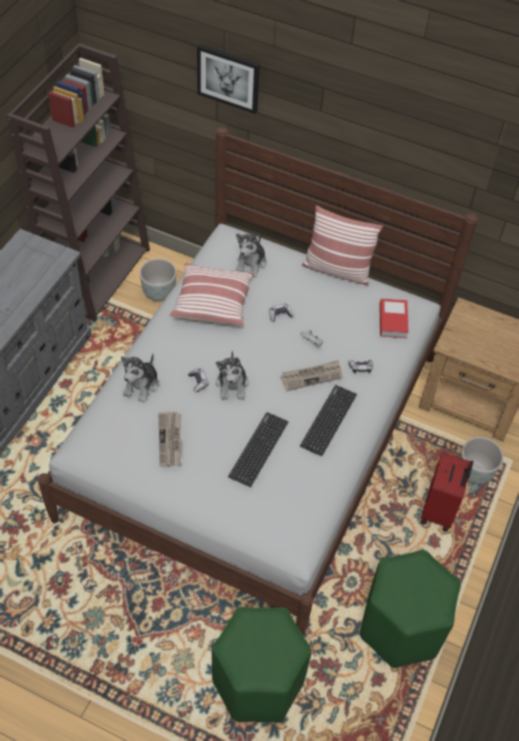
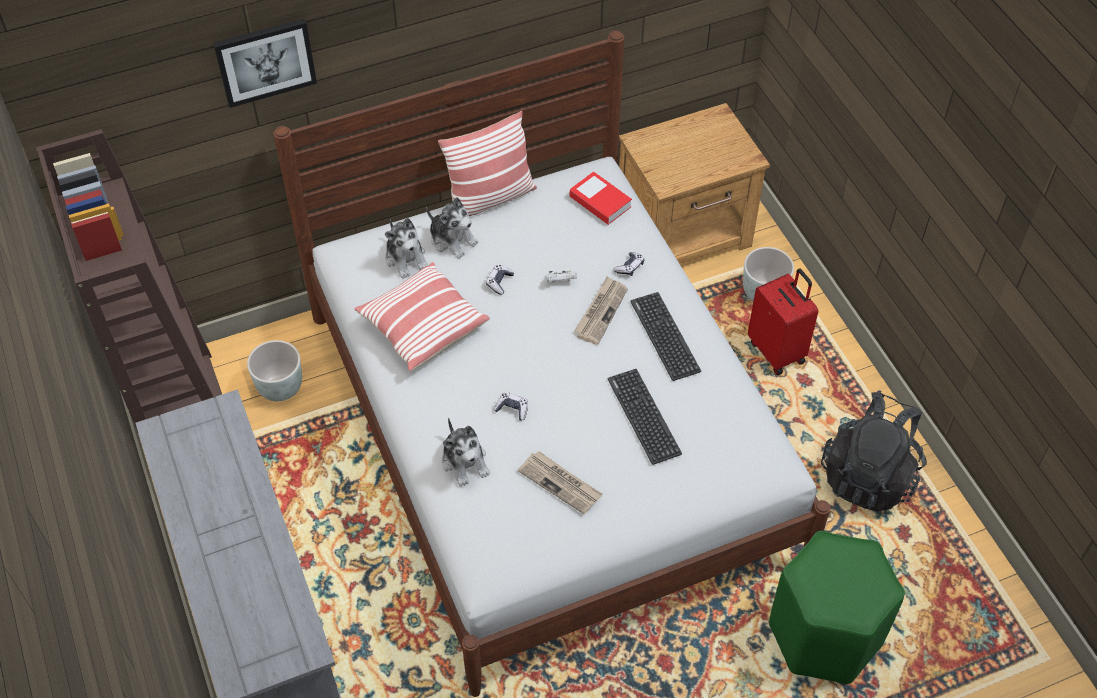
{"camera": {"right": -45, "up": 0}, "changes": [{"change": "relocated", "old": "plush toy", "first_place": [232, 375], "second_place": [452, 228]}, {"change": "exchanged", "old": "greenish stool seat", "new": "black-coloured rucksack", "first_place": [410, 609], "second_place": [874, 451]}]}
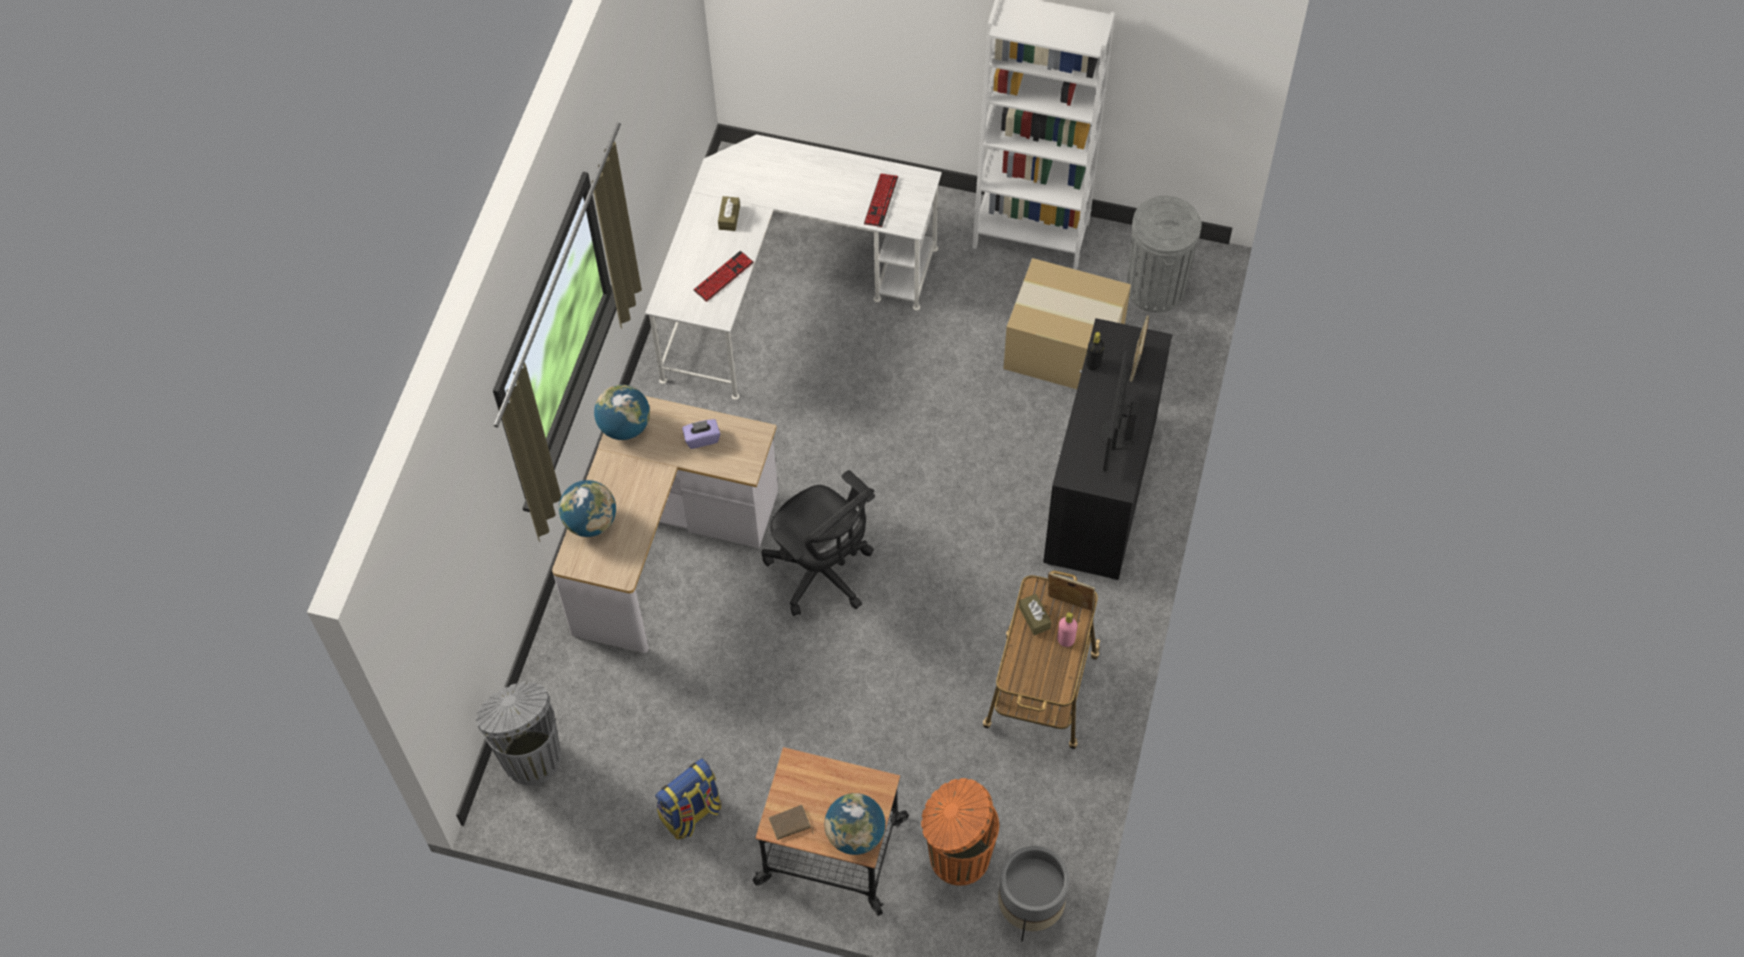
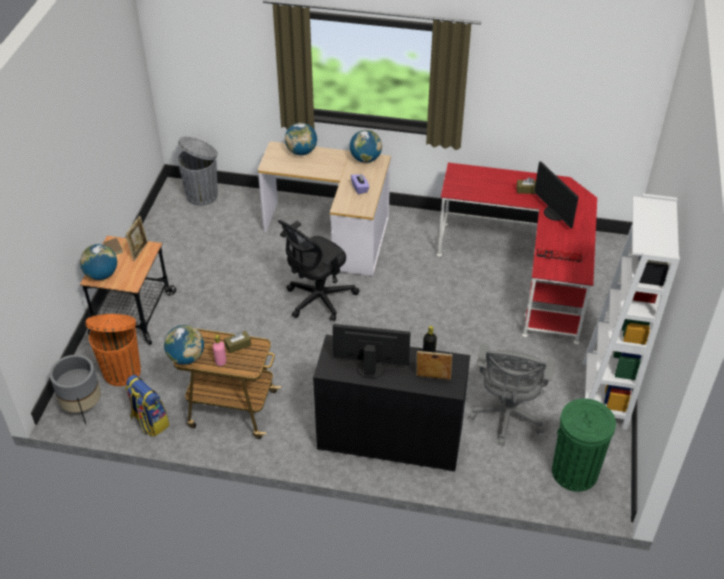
{"camera": {"right": 85, "up": -15}, "changes": [{"change": "colour", "old": "whitish desk unit", "new": "red desk unit", "first_place": [793, 267], "second_place": [517, 253]}, {"change": "relocated", "old": "rucksack", "first_place": [688, 798], "second_place": [147, 406]}, {"change": "missing", "old": "computer keyboard", "first_place": [723, 276]}, {"change": "exchanged", "old": "cardboard box", "new": "greyish desk chair", "first_place": [1067, 323], "second_place": [512, 395]}, {"change": "relocated", "old": "picture frame", "first_place": [1071, 591], "second_place": [137, 238]}, {"change": "colour", "old": "greyish waste bin", "new": "greenish waste bin", "first_place": [1164, 254], "second_place": [584, 445]}, {"change": "appeared", "new": "globe", "second_place": [184, 345]}, {"change": "appeared", "new": "monitor", "second_place": [556, 194]}]}
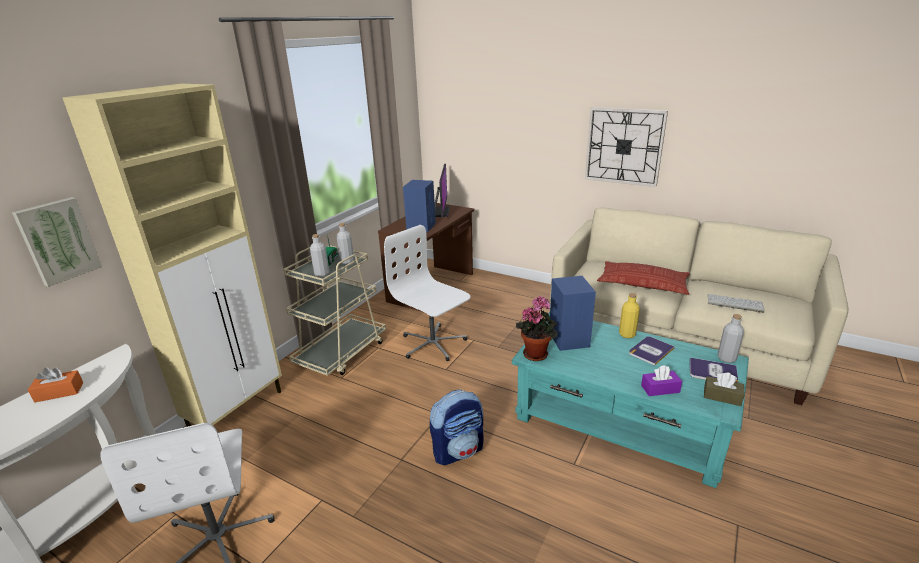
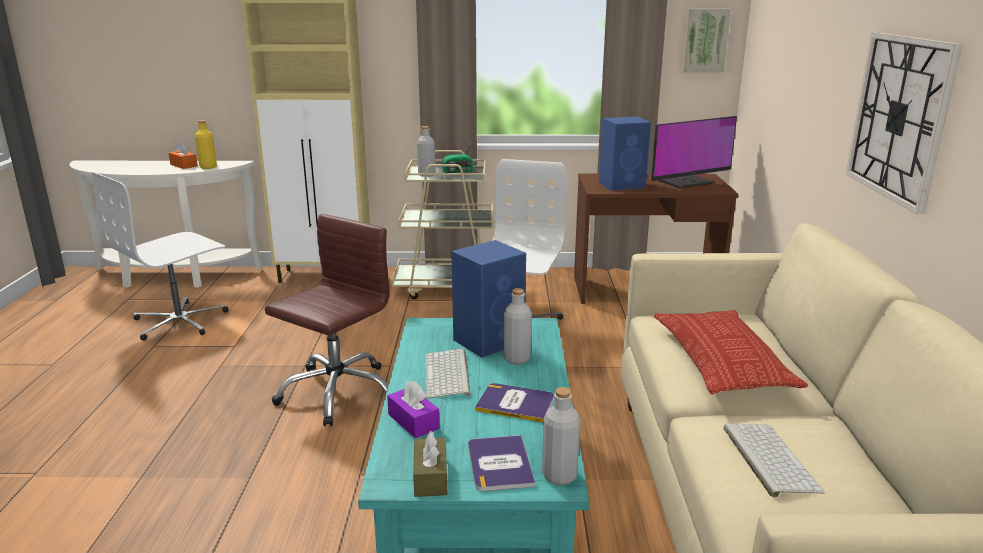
{"camera": {"right": 60, "up": -5}, "changes": [{"change": "relocated", "old": "wall art", "first_place": [57, 242], "second_place": [706, 41]}, {"change": "relocated", "old": "greyish drink bottle", "first_place": [345, 243], "second_place": [517, 326]}, {"change": "exchanged", "old": "rucksack", "new": "brown desk chair", "first_place": [456, 427], "second_place": [327, 320]}, {"change": "missing", "old": "potted plant", "first_place": [537, 329]}, {"change": "relocated", "old": "yellow-coloured drink bottle", "first_place": [629, 315], "second_place": [206, 144]}, {"change": "appeared", "new": "computer keyboard", "second_place": [448, 374]}]}
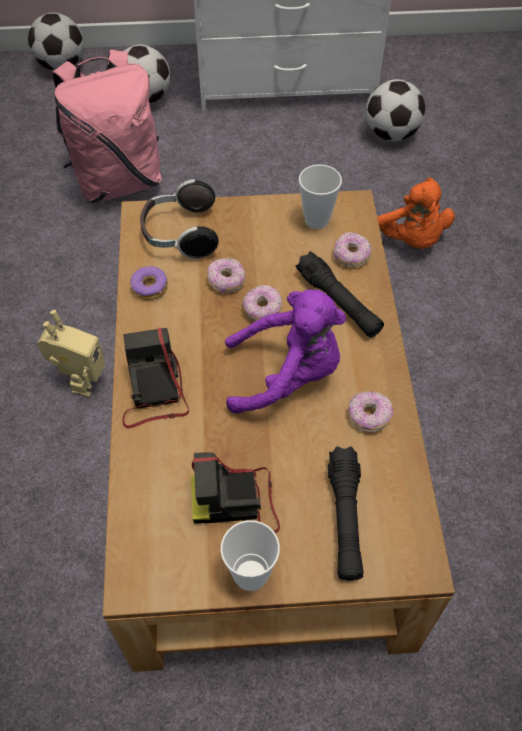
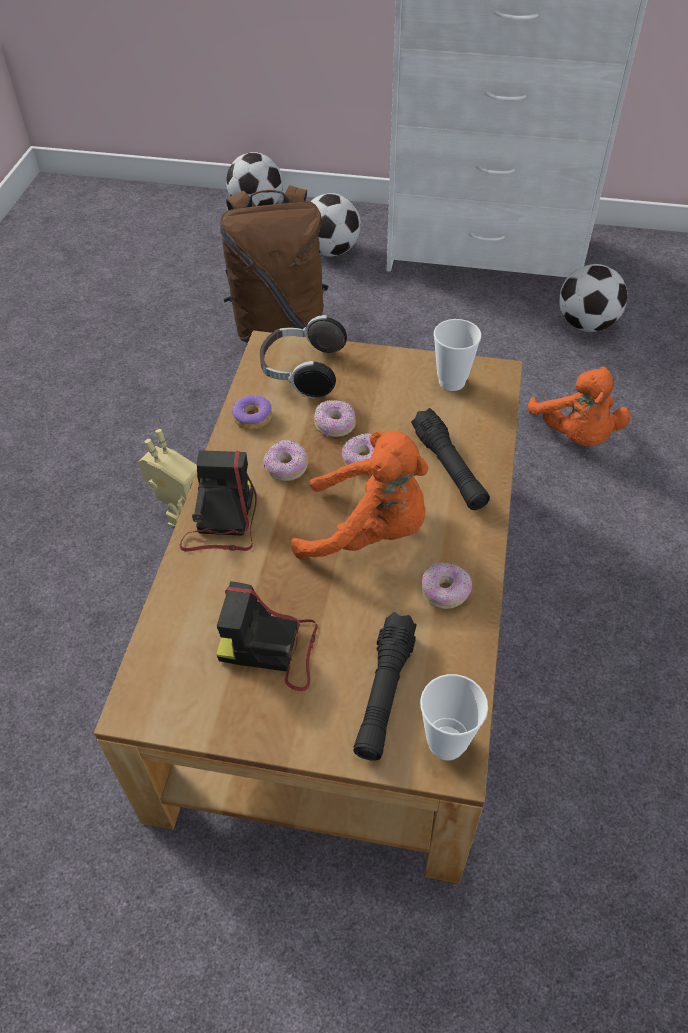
{"camera": {"right": 15, "up": -5}, "changes": [{"change": "colour", "old": "pink-coloured rucksack", "new": "brown rucksack", "first_place": [107, 126], "second_place": [274, 264]}, {"change": "relocated", "old": "cup", "first_place": [250, 555], "second_place": [454, 717]}, {"change": "colour", "old": "purple plush toy", "new": "orangey plush toy", "first_place": [285, 352], "second_place": [359, 495]}, {"change": "relocated", "old": "doughnut", "first_place": [352, 250], "second_place": [285, 460]}]}
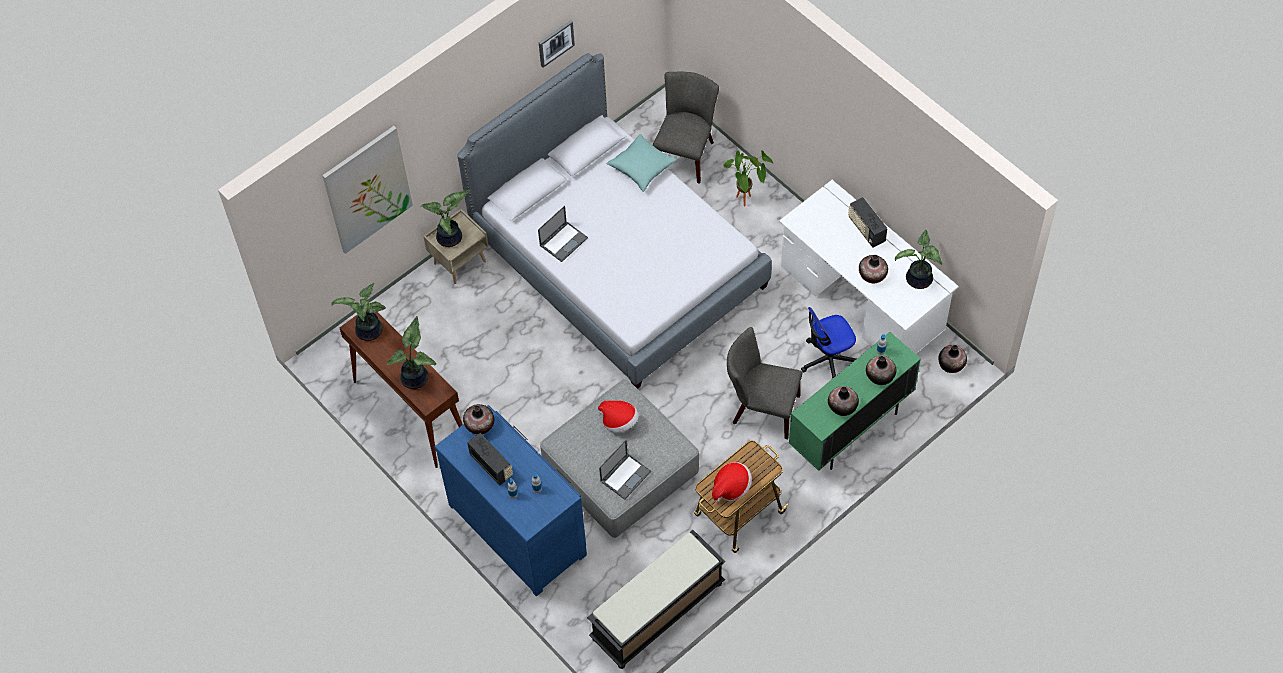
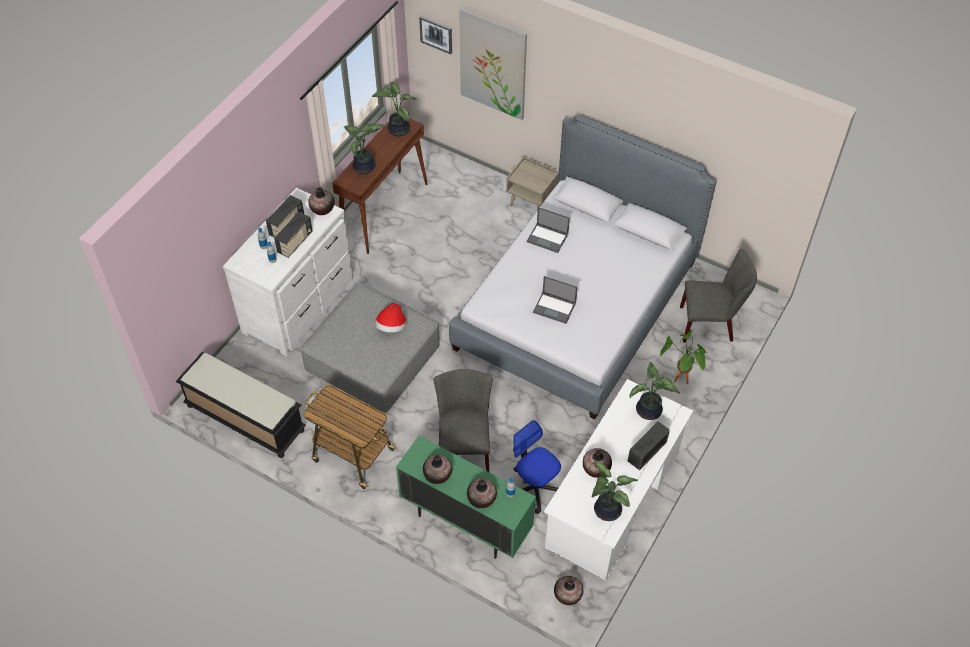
{"camera": {"right": 70, "up": -5}, "changes": [{"change": "relocated", "old": "potted plant", "first_place": [446, 218], "second_place": [654, 391]}, {"change": "colour", "old": "blue-coloured drawer chest", "new": "whitish drawer chest", "first_place": [510, 500], "second_place": [288, 272]}, {"change": "relocated", "old": "wall art", "first_place": [557, 44], "second_place": [435, 35]}, {"change": "relocated", "old": "portable computer", "first_place": [625, 470], "second_place": [555, 300]}, {"change": "missing", "old": "turquoise-coloured cushion", "first_place": [641, 163]}, {"change": "missing", "old": "clothing hat", "first_place": [732, 482]}, {"change": "appeared", "new": "radio receiver", "second_place": [293, 235]}]}
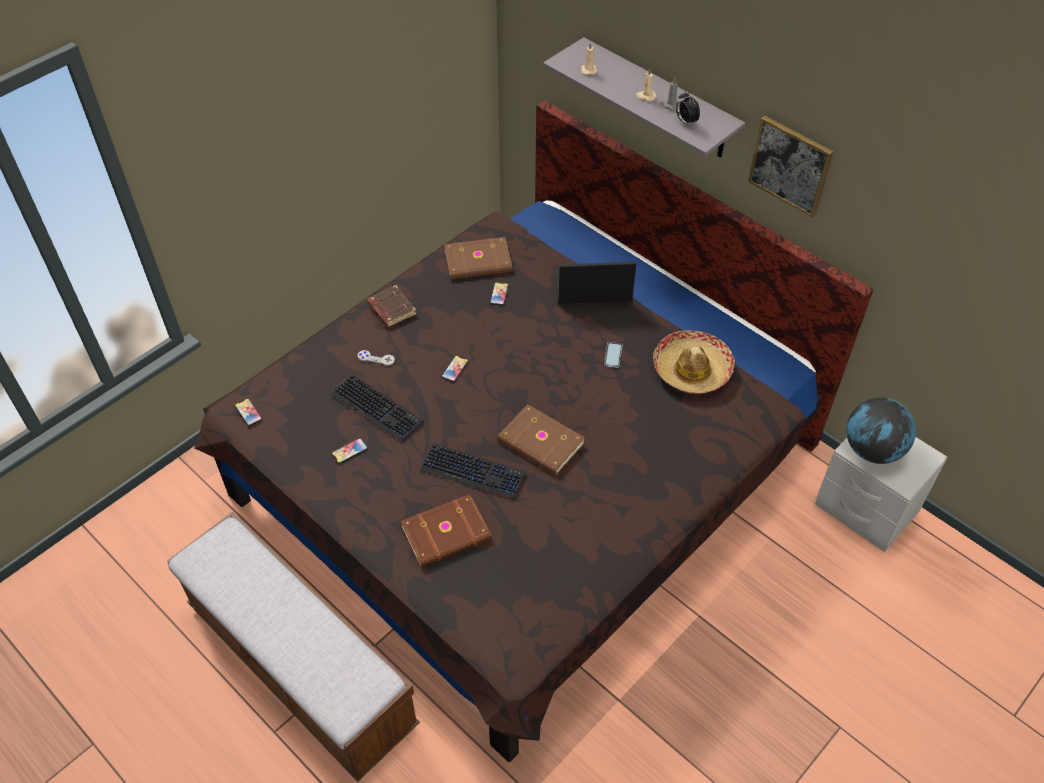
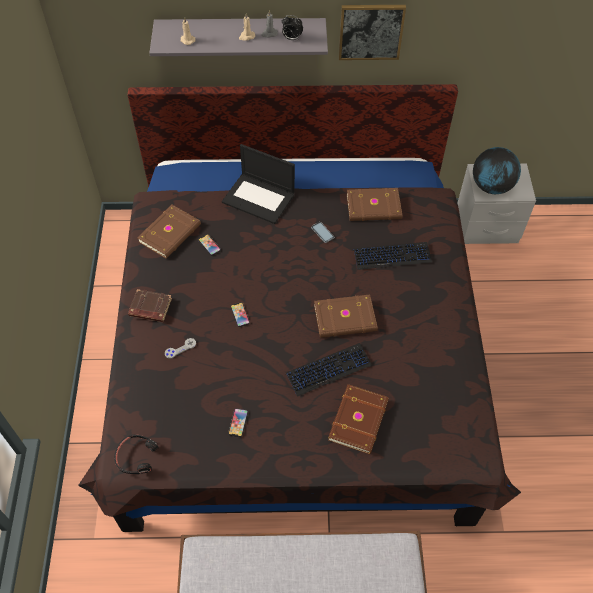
{"camera": {"right": -45, "up": 5}, "changes": [{"change": "exchanged", "old": "handset", "new": "black-coloured headphones", "first_place": [248, 412], "second_place": [136, 454]}, {"change": "relocated", "old": "computer keyboard", "first_place": [377, 408], "second_place": [393, 256]}, {"change": "spun", "old": "portable computer", "first_place": [595, 283], "second_place": [258, 184], "degrees": -105}, {"change": "exchanged", "old": "clothing hat", "new": "brown bound book", "first_place": [694, 362], "second_place": [374, 204]}]}
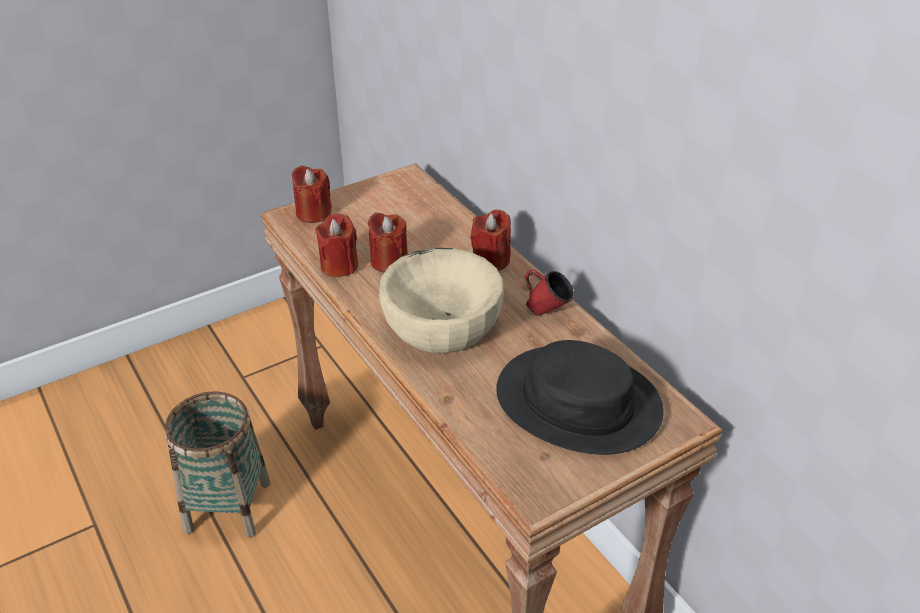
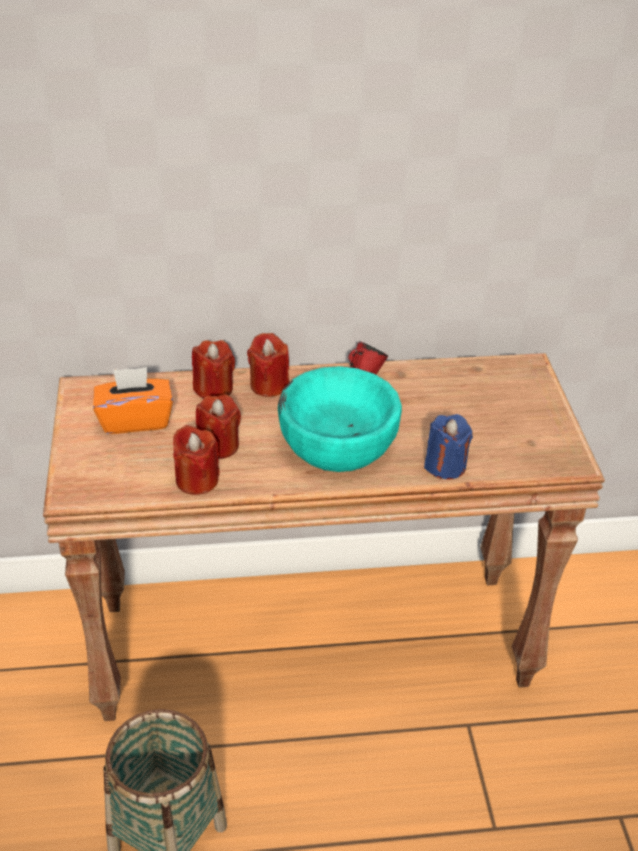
{"camera": {"right": -65, "up": 0}, "changes": [{"change": "relocated", "old": "red candle", "first_place": [311, 194], "second_place": [213, 369]}, {"change": "colour", "old": "beige-coloured bowl", "new": "turquoise-coloured bowl", "first_place": [441, 300], "second_place": [340, 419]}, {"change": "missing", "old": "black-coloured clothing hat", "first_place": [580, 397]}, {"change": "appeared", "new": "orangey tissue box", "second_place": [133, 400]}, {"change": "appeared", "new": "blue-coloured candle", "second_place": [448, 446]}]}
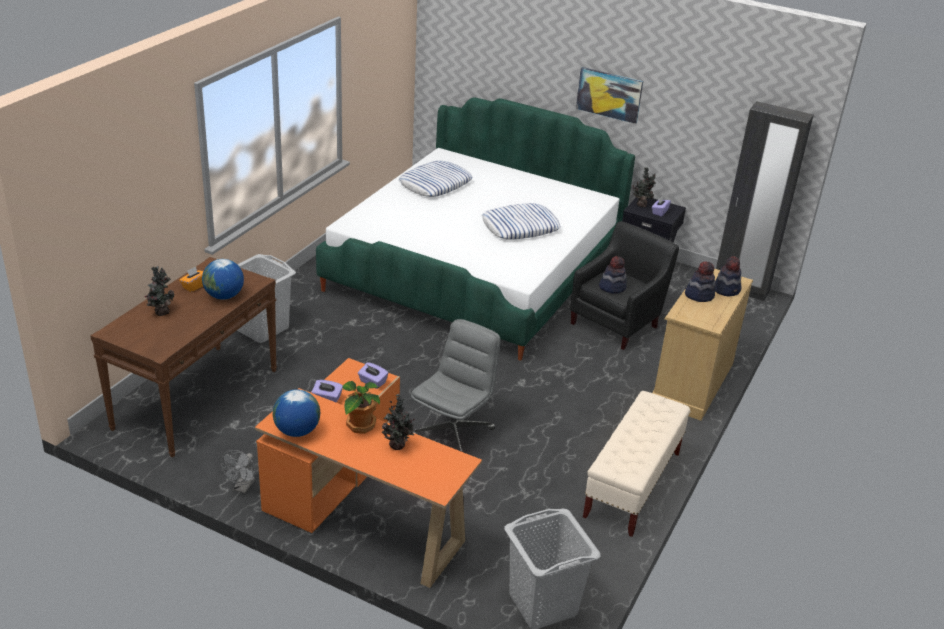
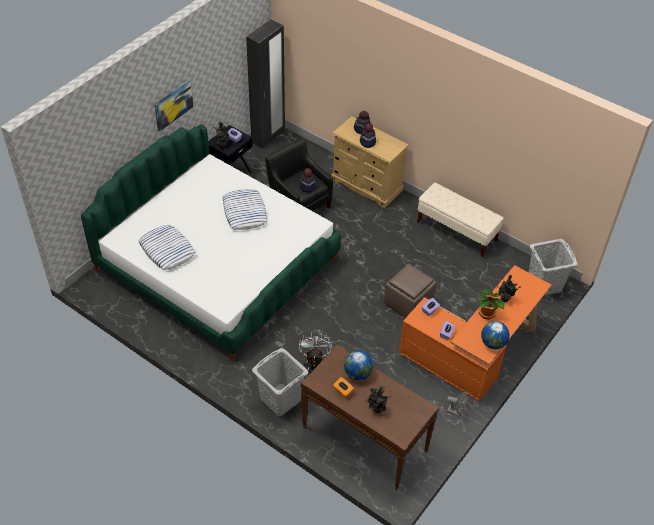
{"camera": {"right": -80, "up": 15}, "changes": [{"change": "exchanged", "old": "greyish desk chair", "new": "brown pouffe", "first_place": [456, 385], "second_place": [410, 291]}, {"change": "appeared", "new": "whitish electric fan", "second_place": [315, 353]}]}
